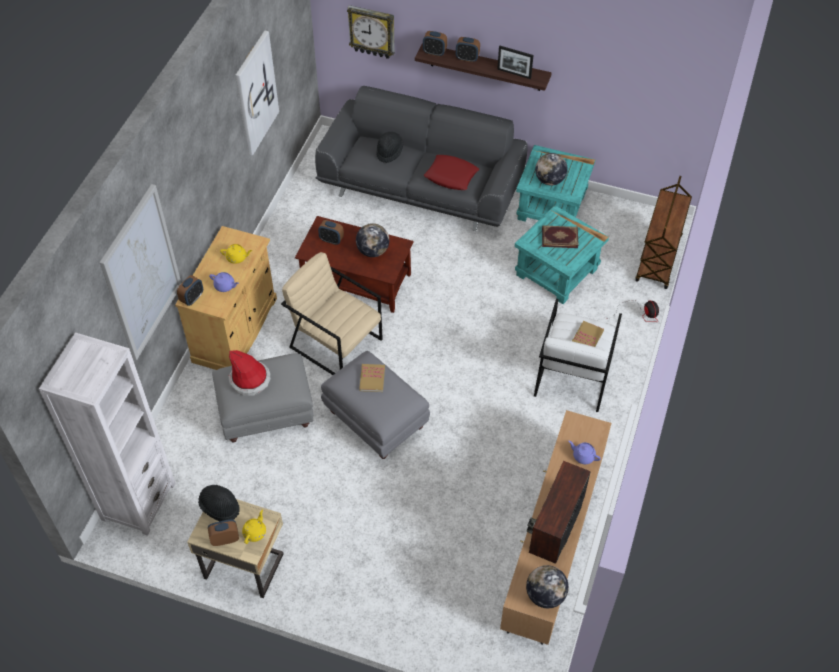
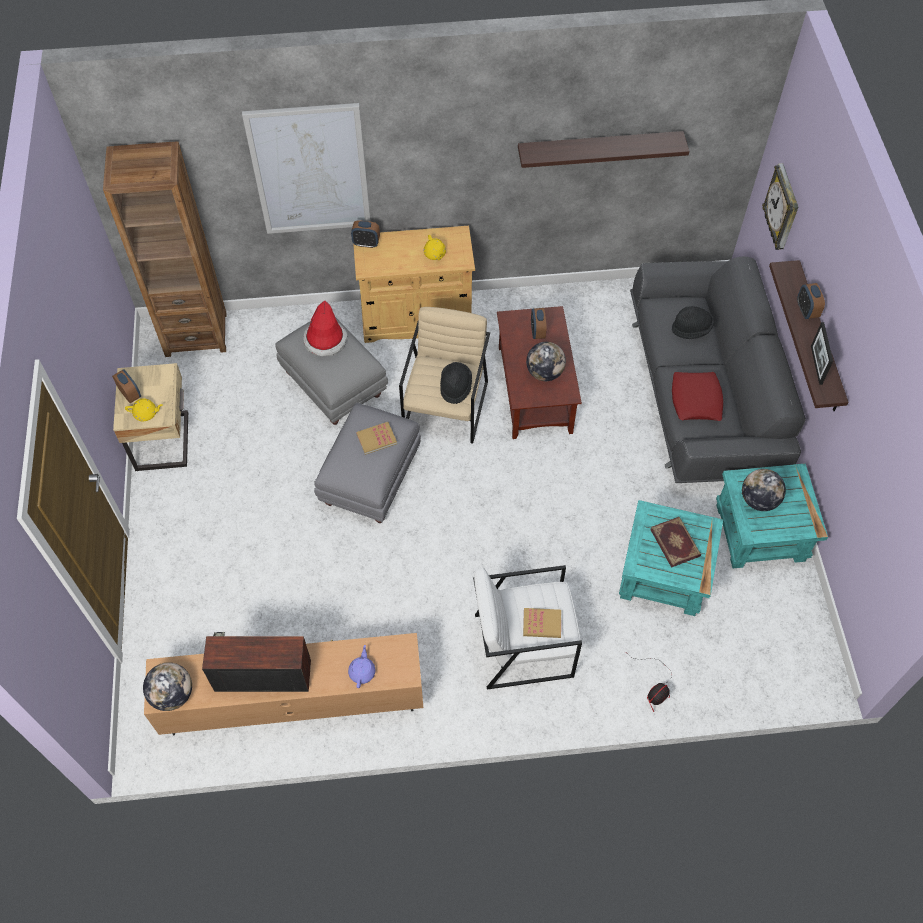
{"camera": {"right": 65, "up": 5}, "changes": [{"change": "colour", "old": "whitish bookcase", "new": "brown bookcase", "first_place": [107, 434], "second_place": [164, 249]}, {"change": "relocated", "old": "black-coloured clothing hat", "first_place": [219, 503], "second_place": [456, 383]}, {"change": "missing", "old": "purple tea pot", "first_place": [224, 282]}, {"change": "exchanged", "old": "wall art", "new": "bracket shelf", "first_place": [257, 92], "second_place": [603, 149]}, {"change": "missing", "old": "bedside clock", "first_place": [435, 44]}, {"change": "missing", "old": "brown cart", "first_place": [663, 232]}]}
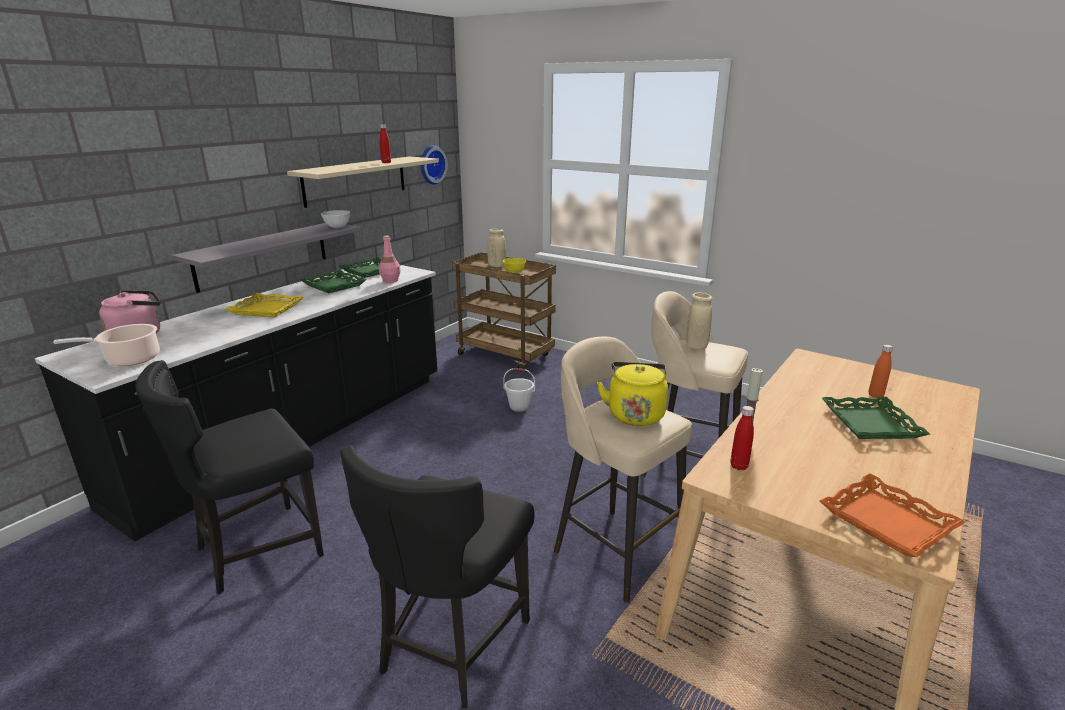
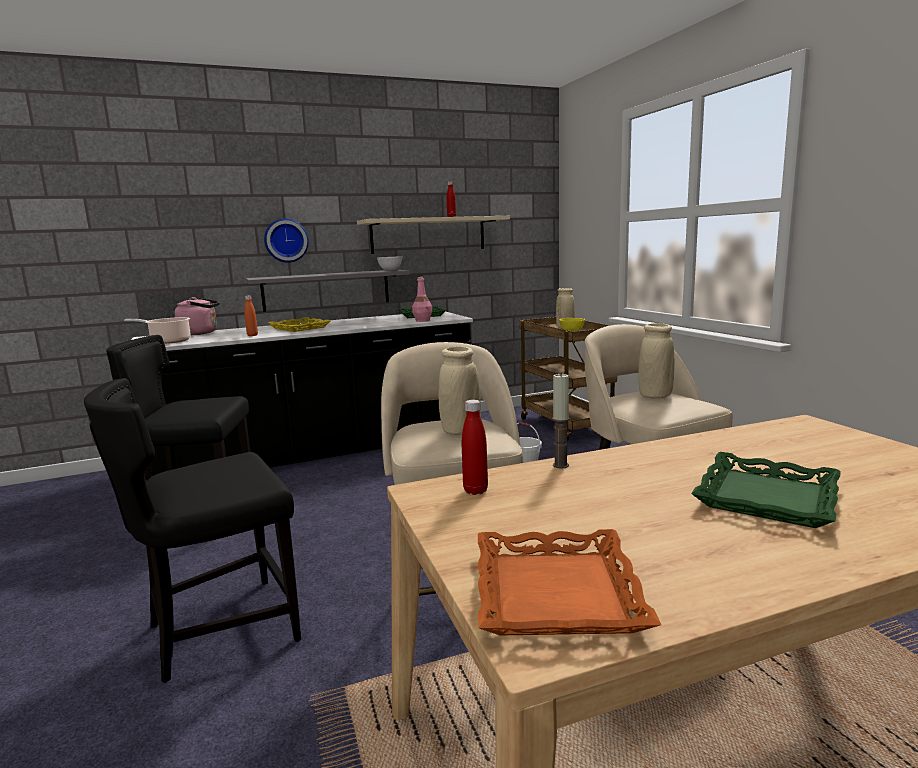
{"camera": {"right": 35, "up": -10}, "changes": [{"change": "missing", "old": "greenish tray", "first_place": [333, 281]}, {"change": "relocated", "old": "clock on the wall", "first_place": [434, 165], "second_place": [286, 240]}, {"change": "exchanged", "old": "yellow-coloured water kettle", "new": "beige-coloured flower vase", "first_place": [632, 394], "second_place": [460, 391]}, {"change": "relocated", "old": "orangey drink bottle", "first_place": [881, 371], "second_place": [251, 316]}]}
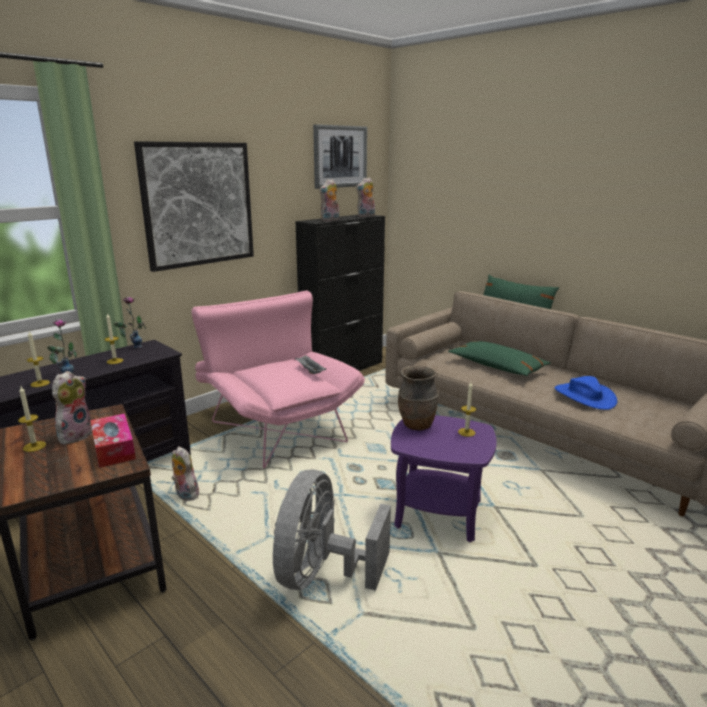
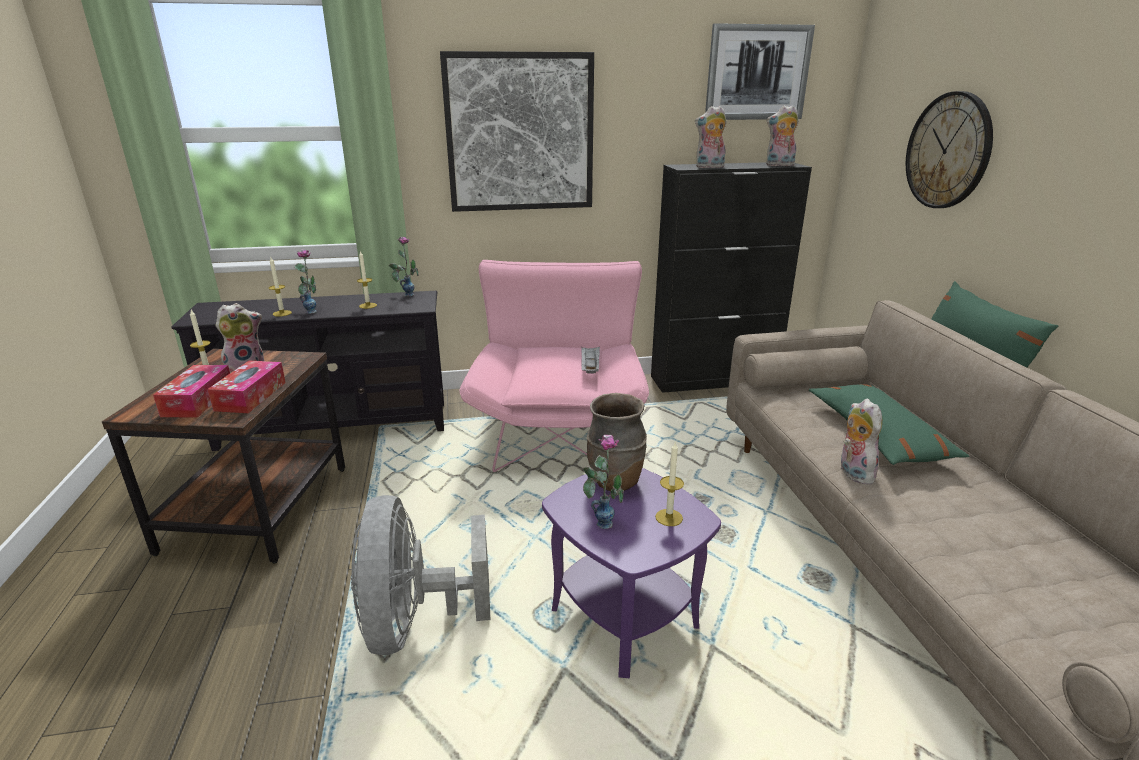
{"camera": {"right": 35, "up": 5}, "changes": [{"change": "relocated", "old": "plush toy", "first_place": [185, 473], "second_place": [860, 441]}, {"change": "spun", "old": "greyish electric fan", "first_place": [332, 530], "second_place": [420, 575], "degrees": -60}, {"change": "missing", "old": "blue-coloured clothing hat", "first_place": [586, 393]}, {"change": "appeared", "new": "tissue box", "second_place": [191, 391]}, {"change": "appeared", "new": "flower vase", "second_place": [603, 482]}, {"change": "appeared", "new": "clock on the wall", "second_place": [949, 149]}]}
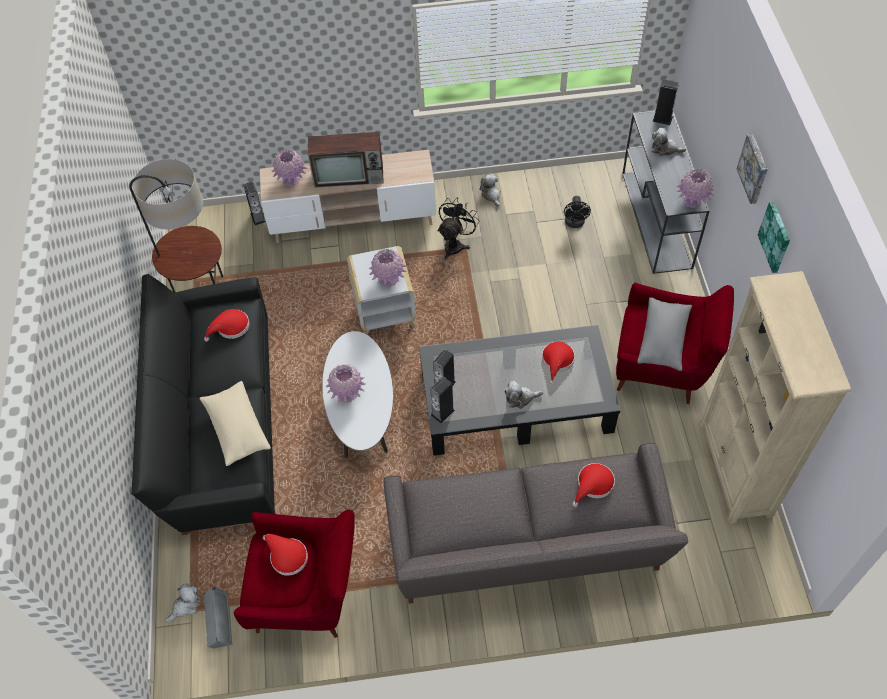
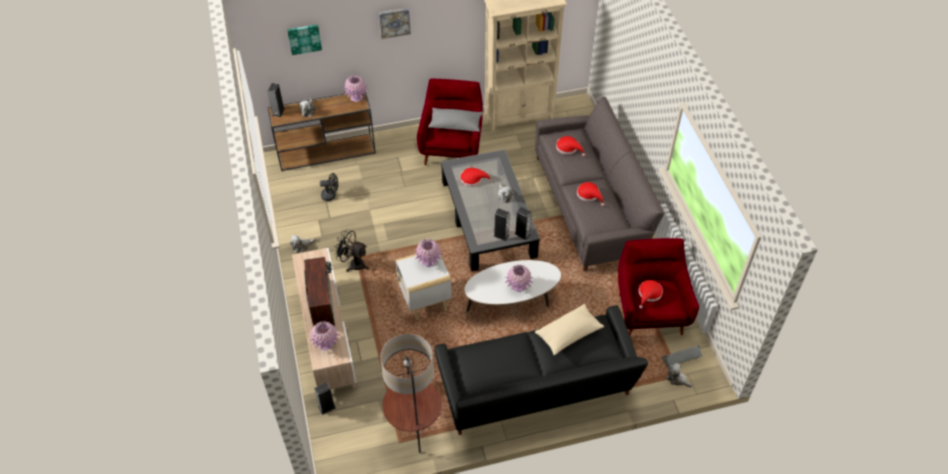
{"camera": {"right": -100, "up": -5}, "changes": [{"change": "relocated", "old": "red clothing hat", "first_place": [227, 325], "second_place": [591, 194]}, {"change": "colour", "old": "greyish narrow table", "new": "brown narrow table", "first_place": [665, 192], "second_place": [322, 131]}, {"change": "relocated", "old": "wall art", "first_place": [774, 237], "second_place": [304, 40]}]}
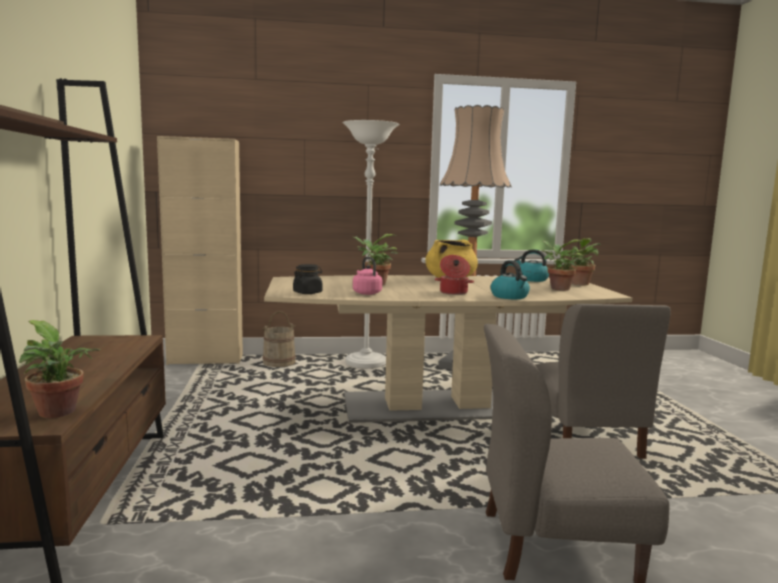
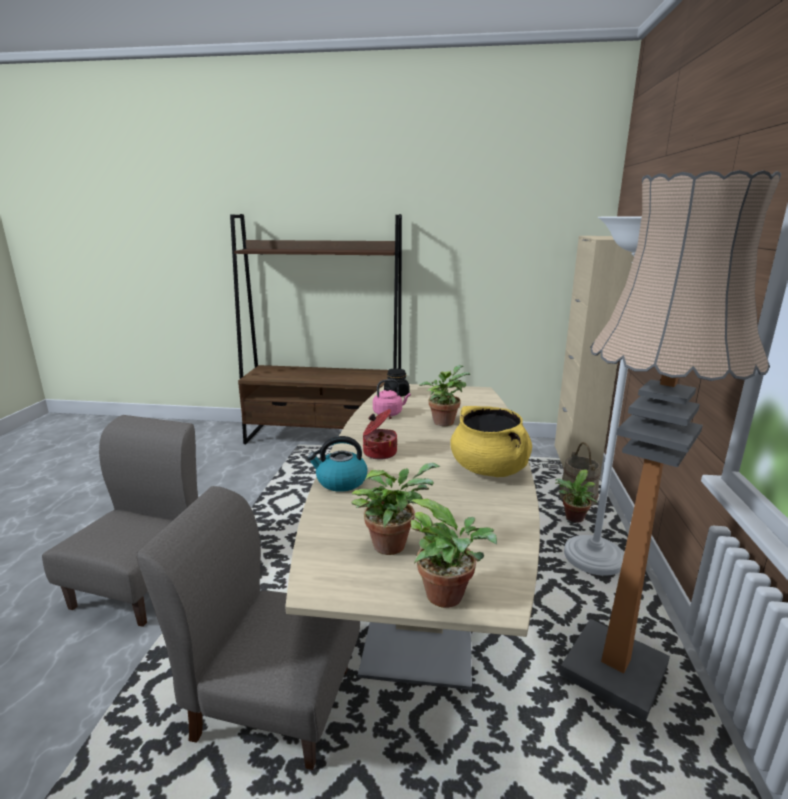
{"camera": {"right": 105, "up": 10}, "changes": [{"change": "relocated", "old": "potted plant", "first_place": [59, 369], "second_place": [576, 496]}, {"change": "missing", "old": "water kettle", "first_place": [531, 265]}]}
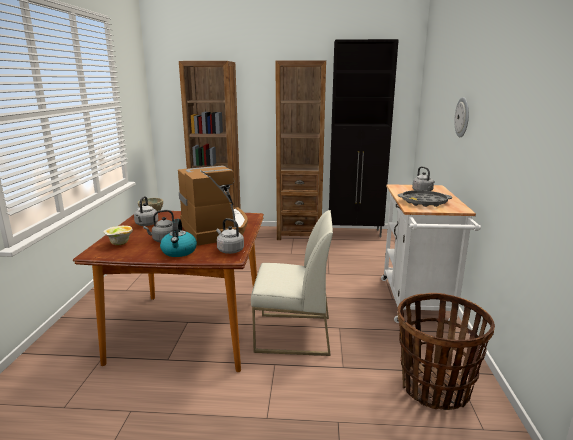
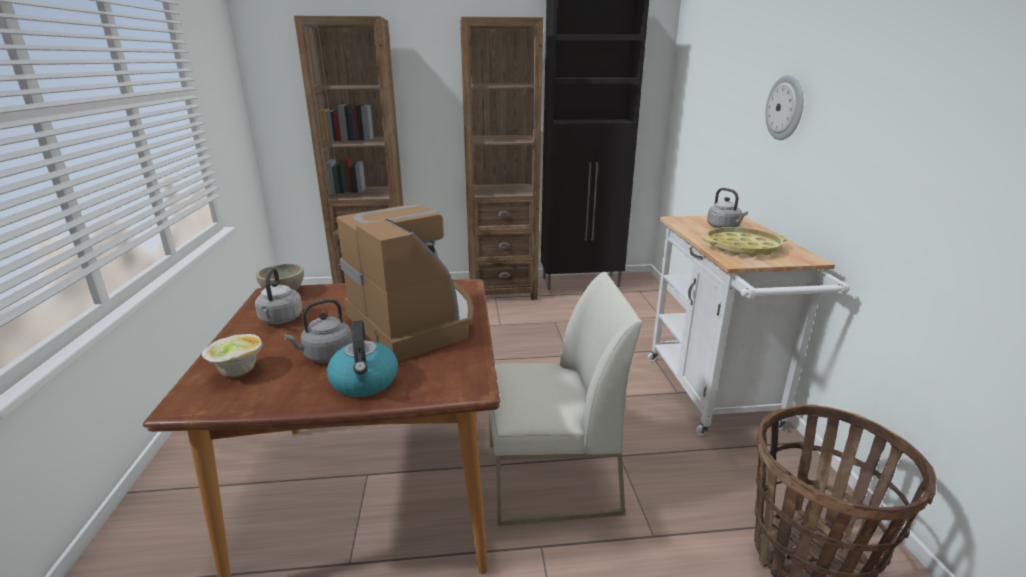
{"camera": {"right": -10, "up": 5}, "changes": [{"change": "missing", "old": "greyish water kettle", "first_place": [230, 236]}, {"change": "colour", "old": "greyish tray", "new": "yellow-coloured tray", "first_place": [425, 198], "second_place": [744, 242]}]}
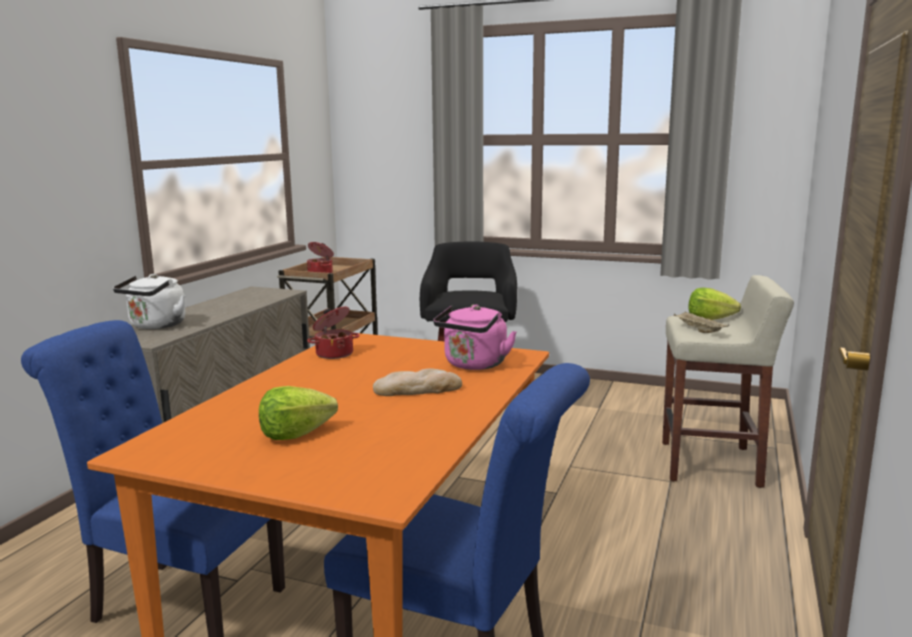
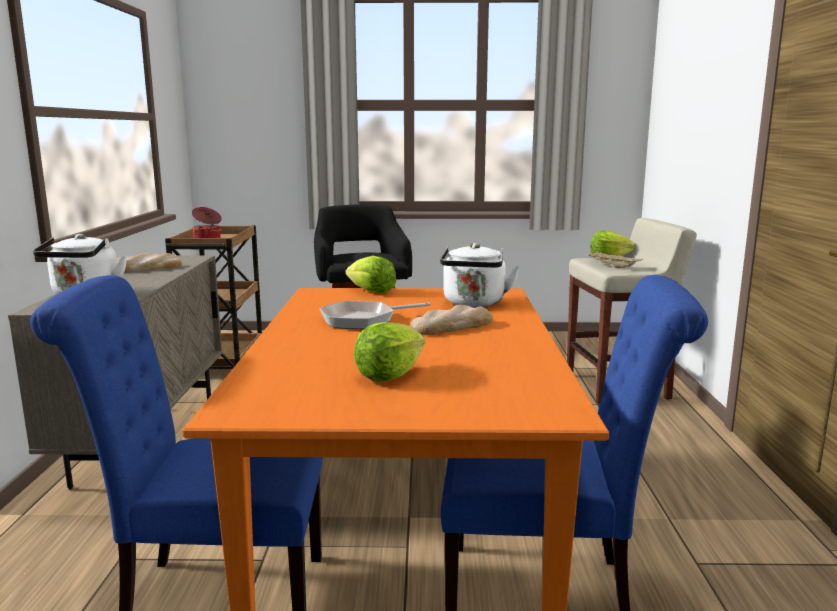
{"camera": {"right": -20, "up": 0}, "changes": [{"change": "missing", "old": "cooking pot", "first_place": [333, 333]}, {"change": "colour", "old": "pink-coloured water kettle", "new": "whitish water kettle", "first_place": [475, 337], "second_place": [480, 275]}, {"change": "appeared", "new": "baked bread", "second_place": [149, 262]}, {"change": "appeared", "new": "frying pan", "second_place": [375, 315]}, {"change": "appeared", "new": "head of lettuce", "second_place": [371, 274]}]}
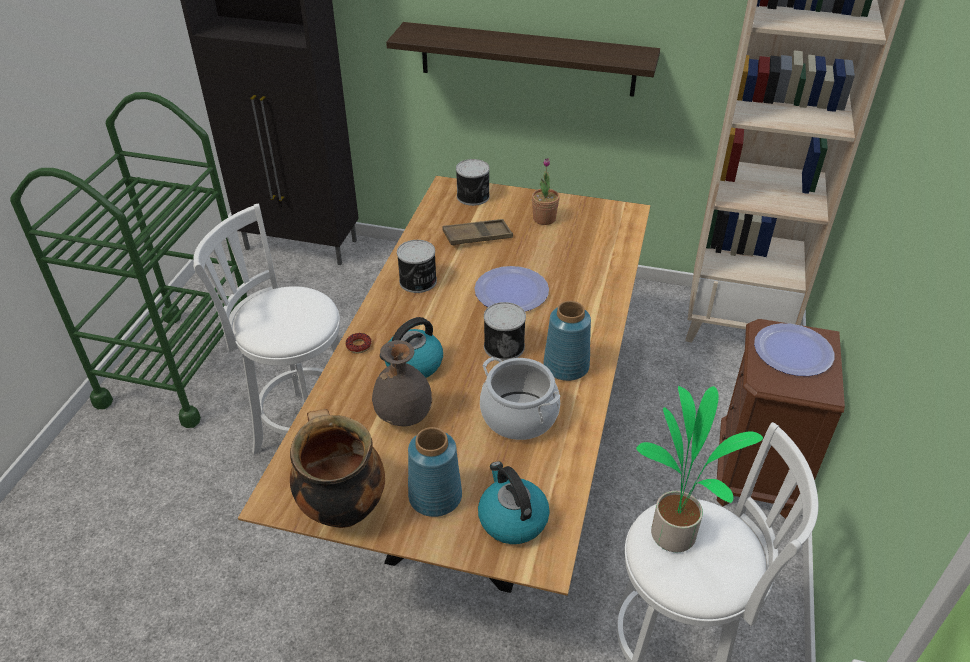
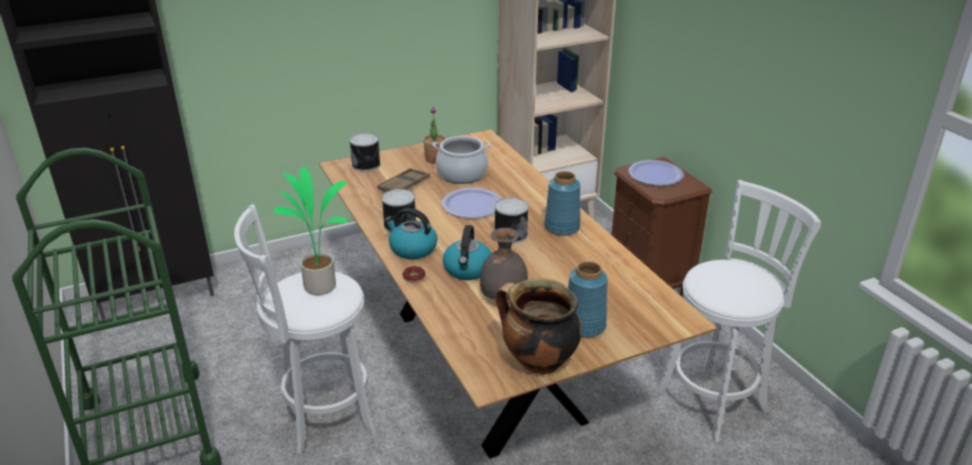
{"camera": {"right": -40, "up": -10}, "changes": [{"change": "missing", "old": "bracket shelf", "first_place": [523, 59]}, {"change": "relocated", "old": "water kettle", "first_place": [514, 502], "second_place": [410, 233]}, {"change": "relocated", "old": "cooking pot", "first_place": [520, 398], "second_place": [462, 160]}, {"change": "relocated", "old": "potted plant", "first_place": [699, 469], "second_place": [310, 231]}]}
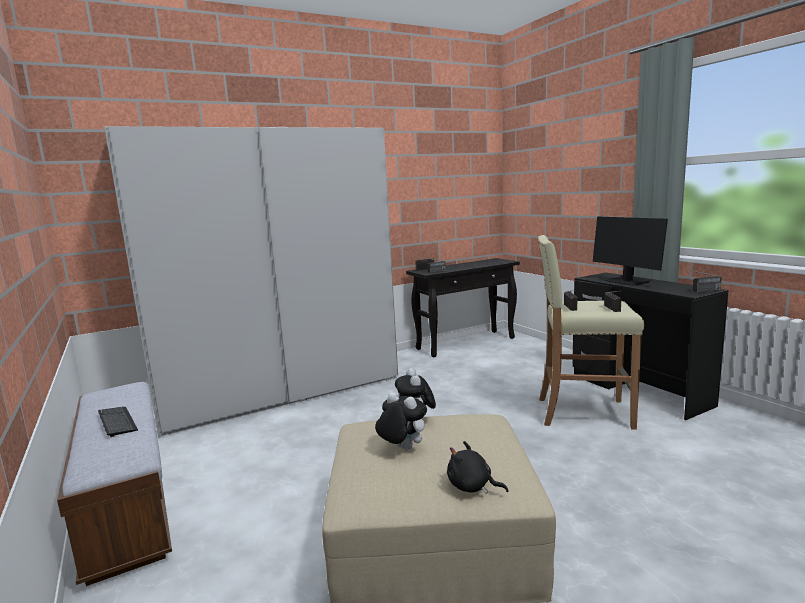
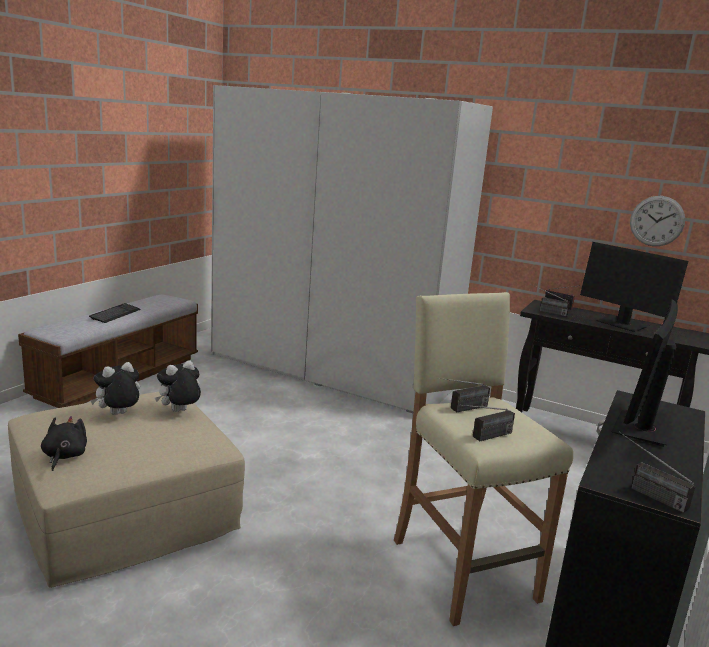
{"camera": {"right": 55, "up": 5}, "changes": [{"change": "spun", "old": "plush toy", "first_place": [401, 421], "second_place": [115, 388], "degrees": -135}, {"change": "appeared", "new": "monitor", "second_place": [634, 287]}, {"change": "appeared", "new": "clock on the wall", "second_place": [657, 221]}]}
